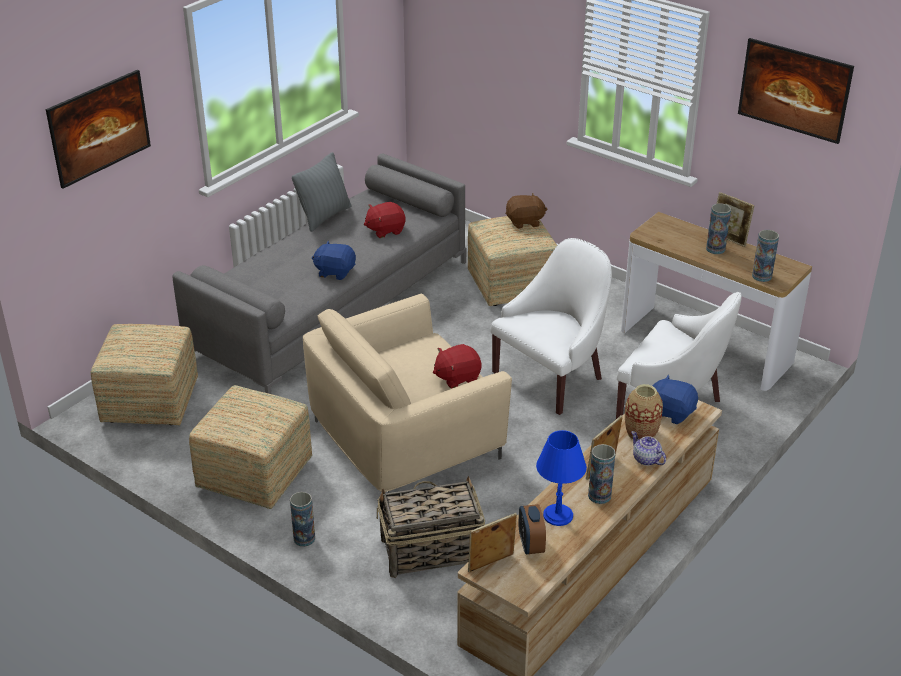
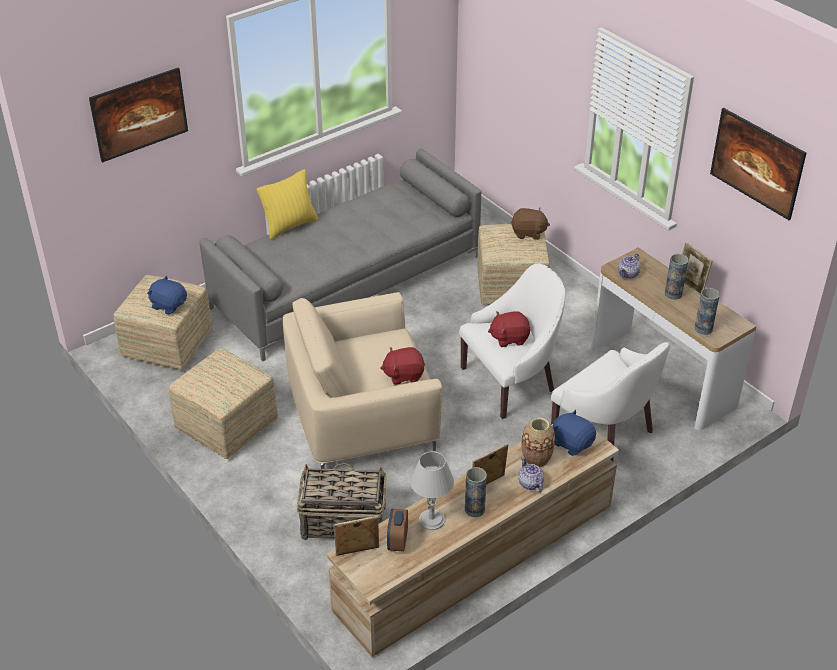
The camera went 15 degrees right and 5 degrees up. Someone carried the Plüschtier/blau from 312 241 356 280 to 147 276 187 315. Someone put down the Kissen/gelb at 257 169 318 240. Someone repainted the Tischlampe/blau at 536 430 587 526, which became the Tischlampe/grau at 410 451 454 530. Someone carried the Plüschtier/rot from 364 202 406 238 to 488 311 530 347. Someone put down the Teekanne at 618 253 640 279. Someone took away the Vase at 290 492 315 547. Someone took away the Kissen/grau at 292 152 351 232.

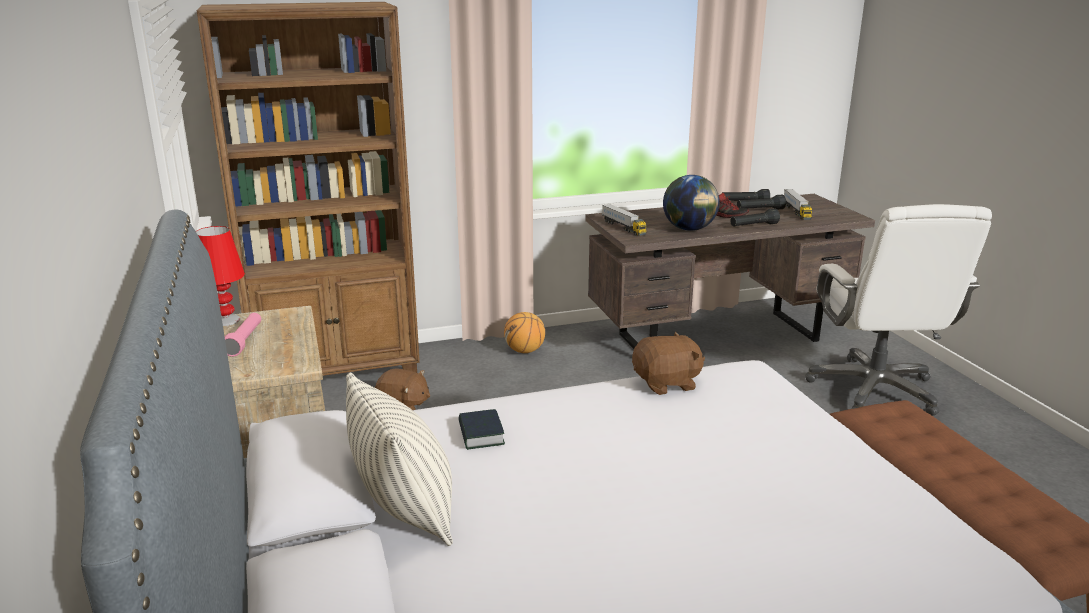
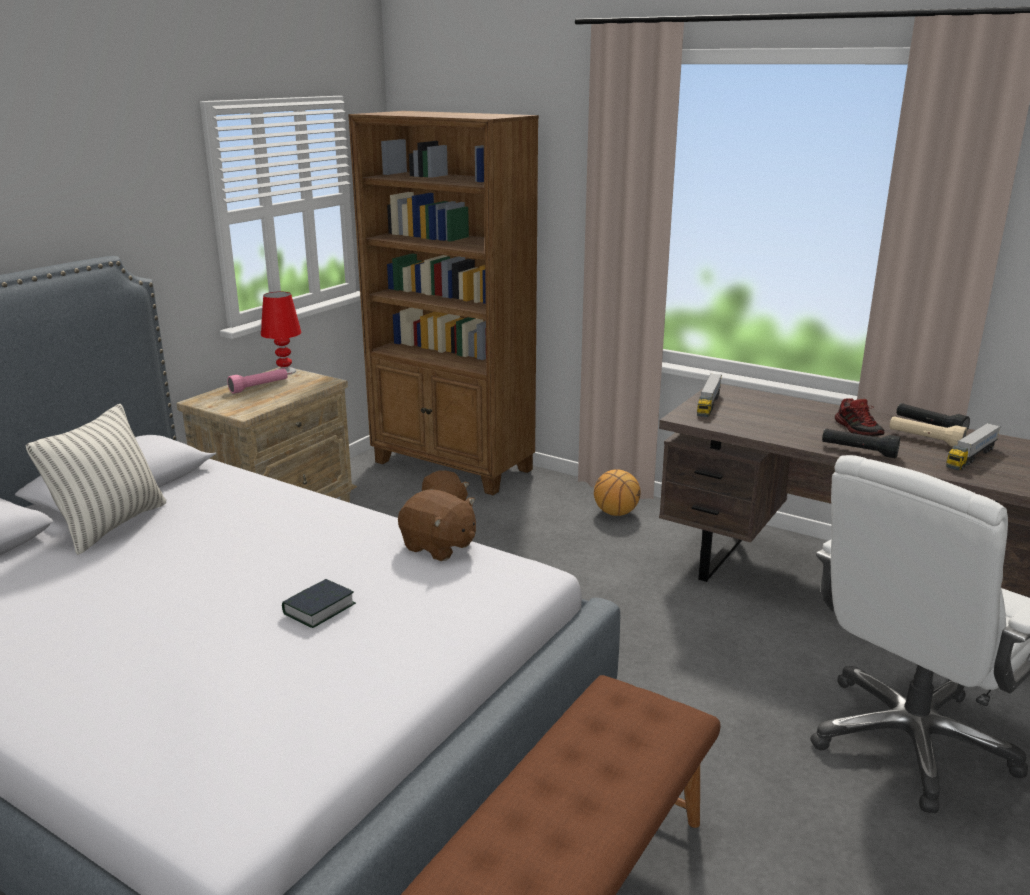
The camera went 50 degrees right and 0 degrees up. Someone carried the Buch from 459 409 505 450 to 282 579 356 628. Someone repainted the Taschenlampe/schwarz at 737 195 786 209, which became the Taschenlampe/beige at 889 416 967 447. Someone took away the Globus at 663 175 720 231.

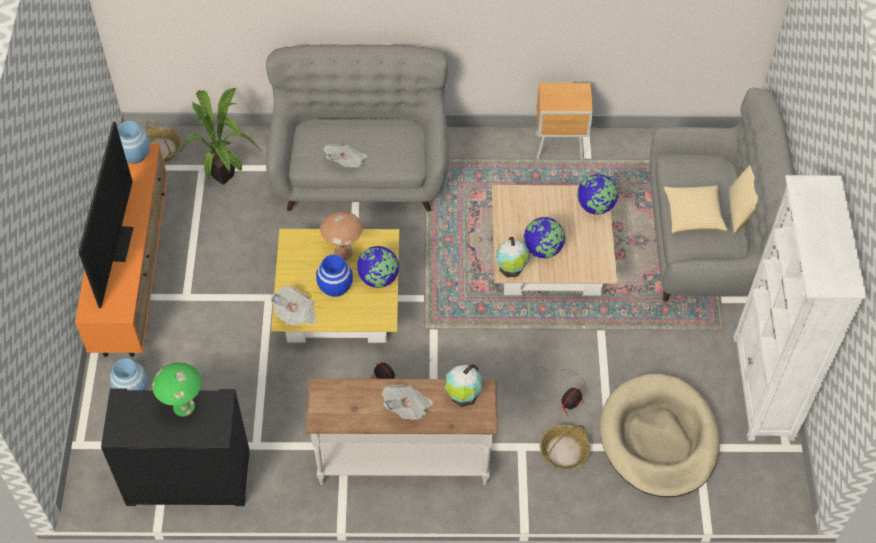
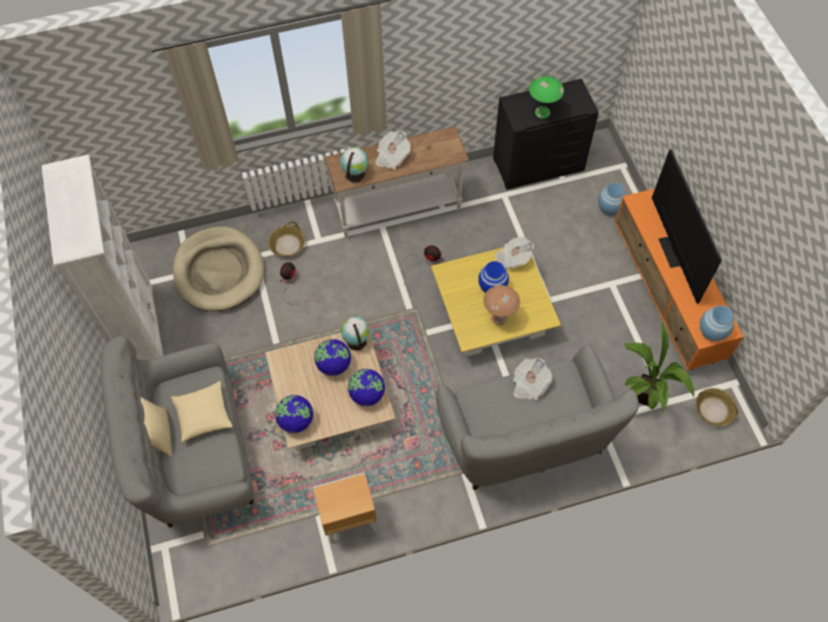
The camera went 165 degrees right and 5 degrees up. Someone carried the Globus from 357 246 399 288 to 348 369 385 406.

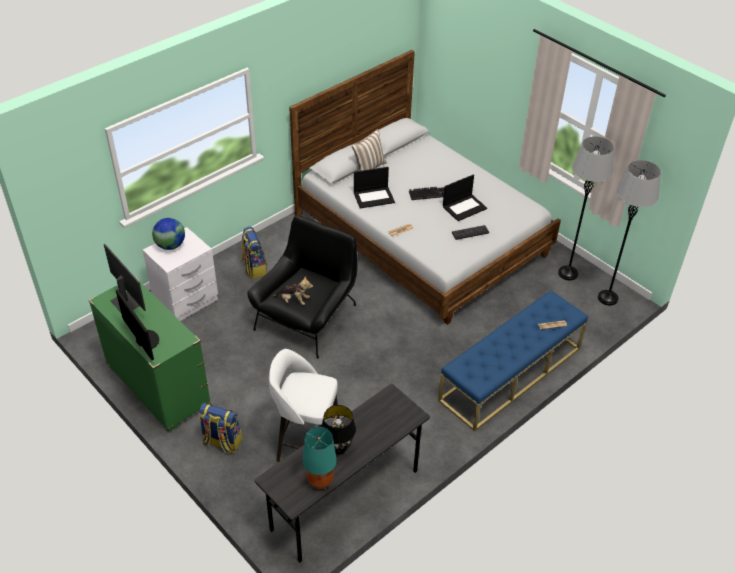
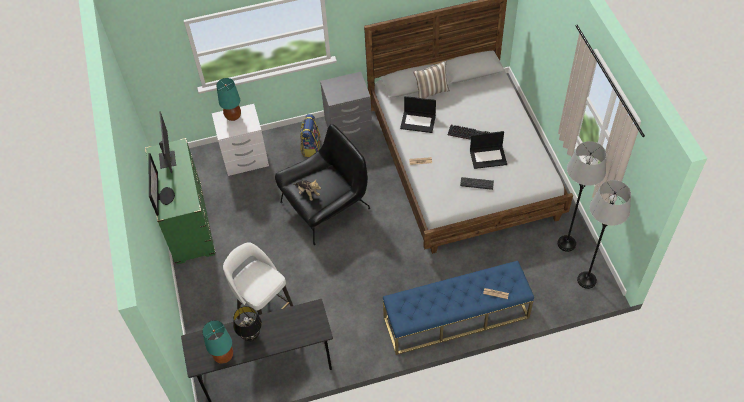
The camera went 30 degrees right and 10 degrees up. Someone swapped the Globus at 152 218 185 250 for the Tischlampe/türkis at 216 78 241 121. Someone put down the Nachttisch/grau at 320 72 372 139. Someone took away the Rucksack at 199 403 242 453.

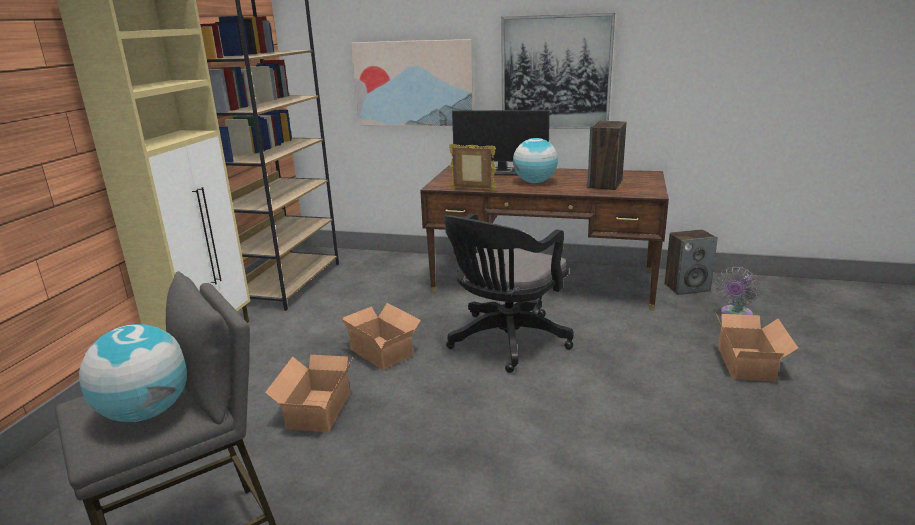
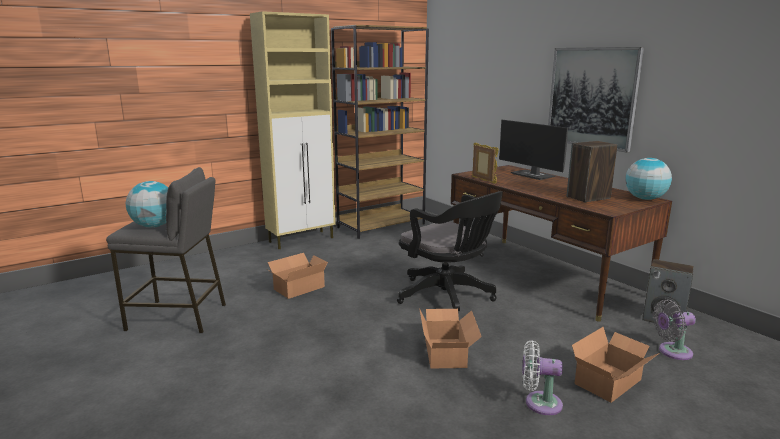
The camera went 40 degrees right and 5 degrees down. Someone rotated the Bürostuhl/schwarz at 444 214 574 373 by 120 degrees counterclockwise. Someone carried the Karton from 341 303 421 370 to 419 308 482 369. Someone put down the Ventilator/weiß at 522 340 563 415. Someone carried the Globus from 513 138 558 183 to 625 158 672 200. Someone took away the Bild at 351 39 474 126.

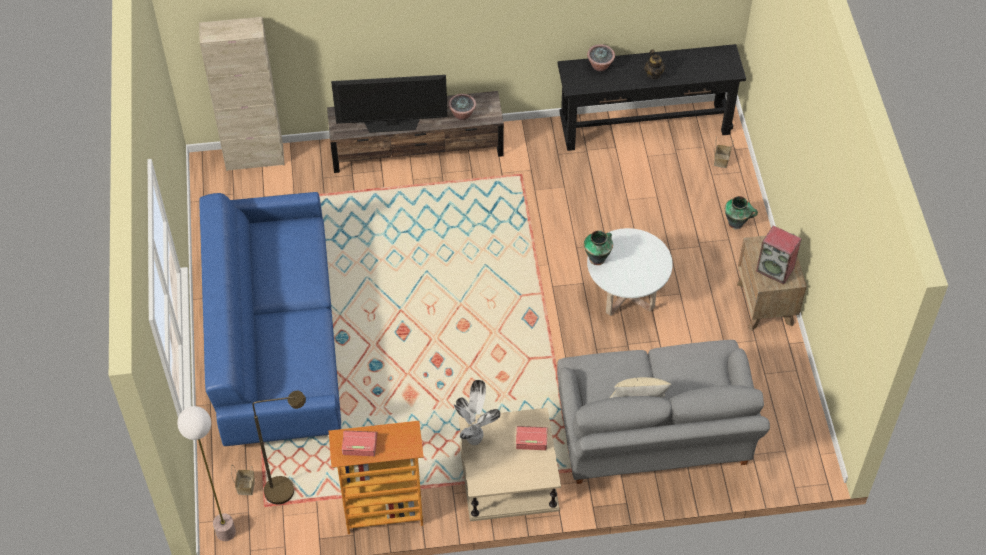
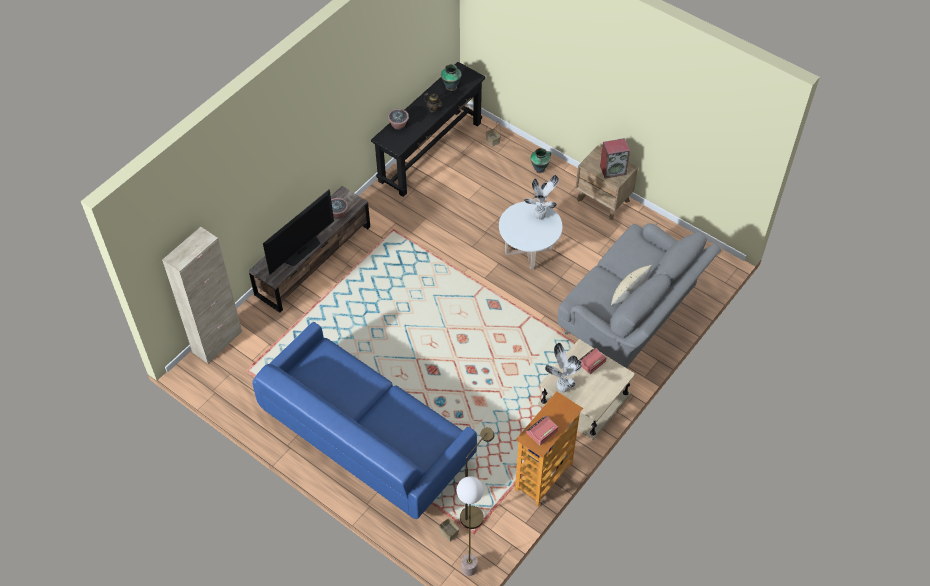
The camera went 45 degrees left and 0 degrees up. Someone carried the Vase from 584 230 613 265 to 441 64 462 91. Someone put down the Topfpflanze at 524 175 559 220.

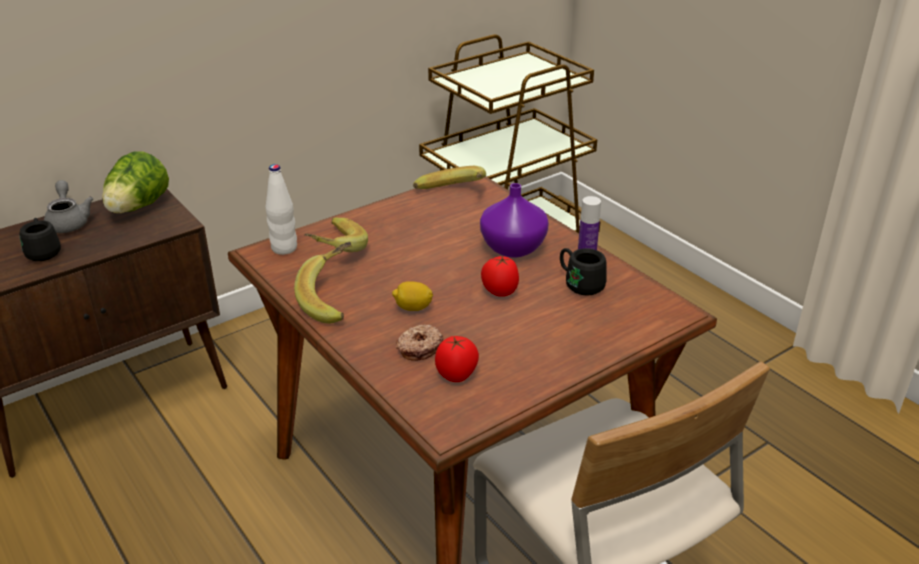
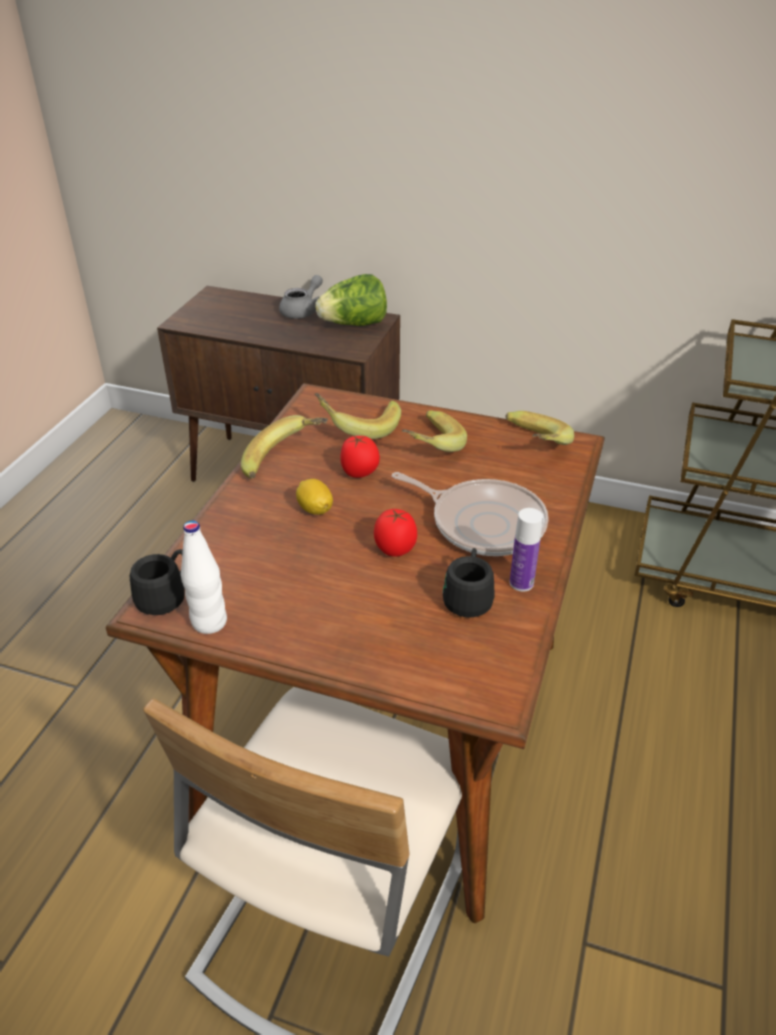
The camera went 55 degrees right and 5 degrees up. Someone carried the Henkelbecher/schwarz from 19 218 61 261 to 130 549 185 615. Someone carried the Flasche/weiß from 266 164 297 255 to 181 520 227 634. Someone carried the Tomate from 435 336 479 382 to 340 435 380 478. Someone swapped the Vase/lila at 480 183 549 258 for the Pfanne at 392 472 549 556. Someone put down the Banane at 402 410 467 452. Someone took away the Donut at 396 324 444 361.

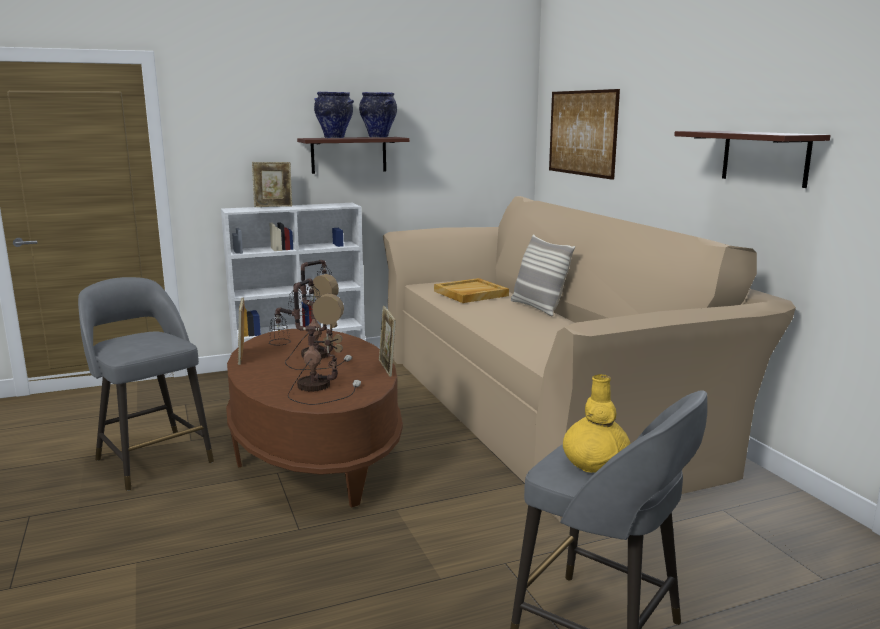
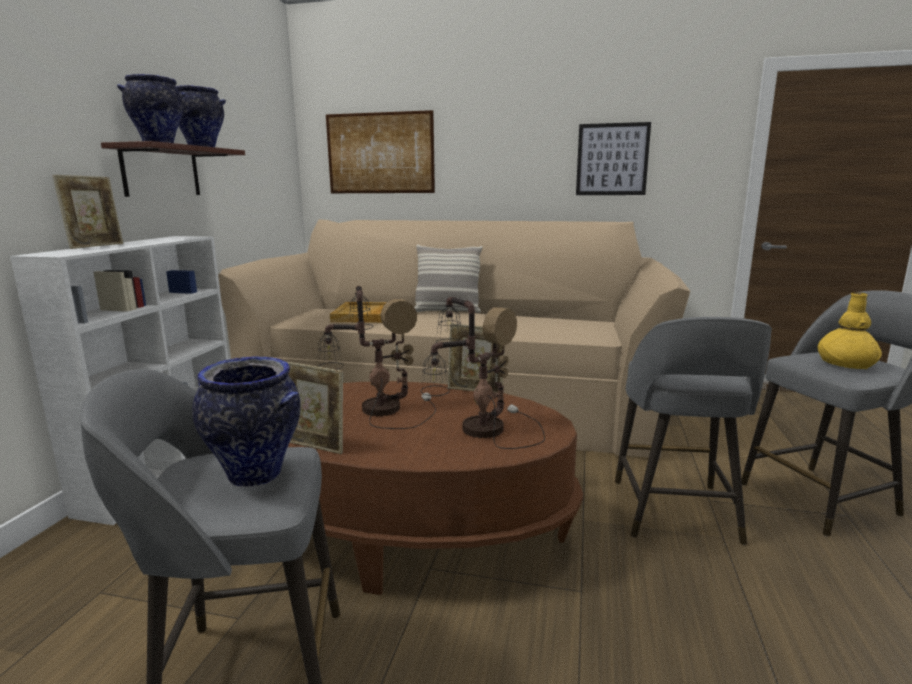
The camera went 55 degrees left and 0 degrees up. Someone put down the Vase at 192 357 301 487. Someone swapped the Wandregal at 674 131 830 188 for the Bild at 576 122 651 195. Someone put down the Hocker/grau at 615 317 772 545.

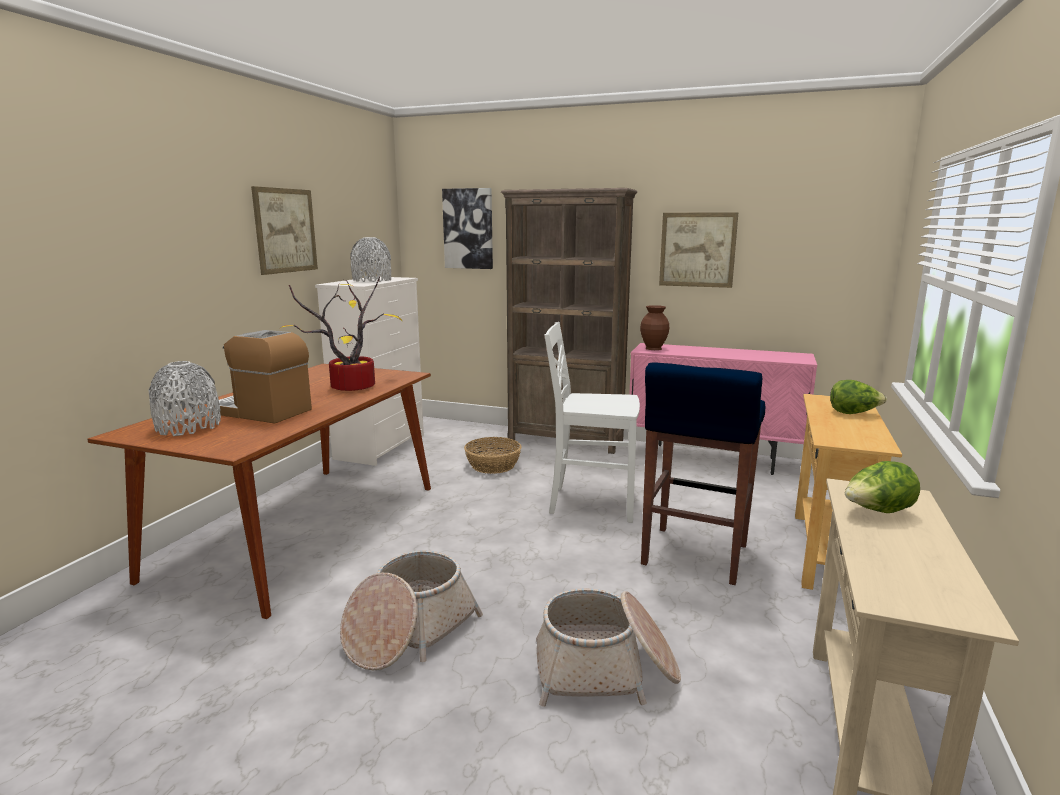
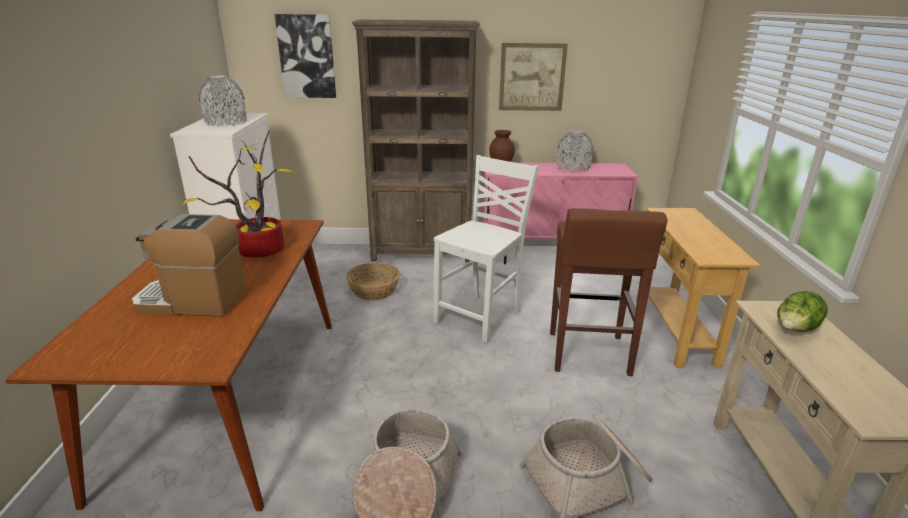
The camera went 20 degrees left and 10 degrees up. Someone rotated the Stuhl/weiß at 544 322 640 523 by 135 degrees clockwise. Someone repainted the Hocker/blau at 641 362 765 585, which became the Hocker/braun at 550 208 667 376. Someone carried the Vase/grau from 149 361 221 436 to 557 130 593 172. Someone took away the Bild at 251 186 318 275. Someone took away the Salatkopf at 830 380 887 414.

